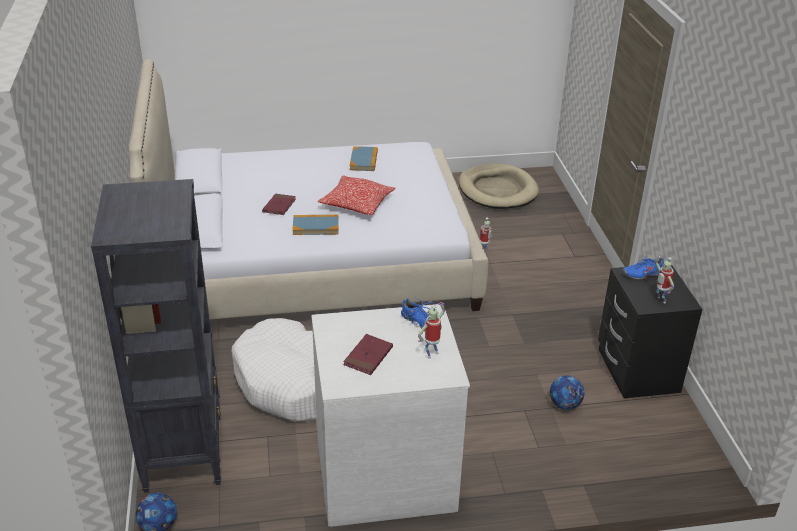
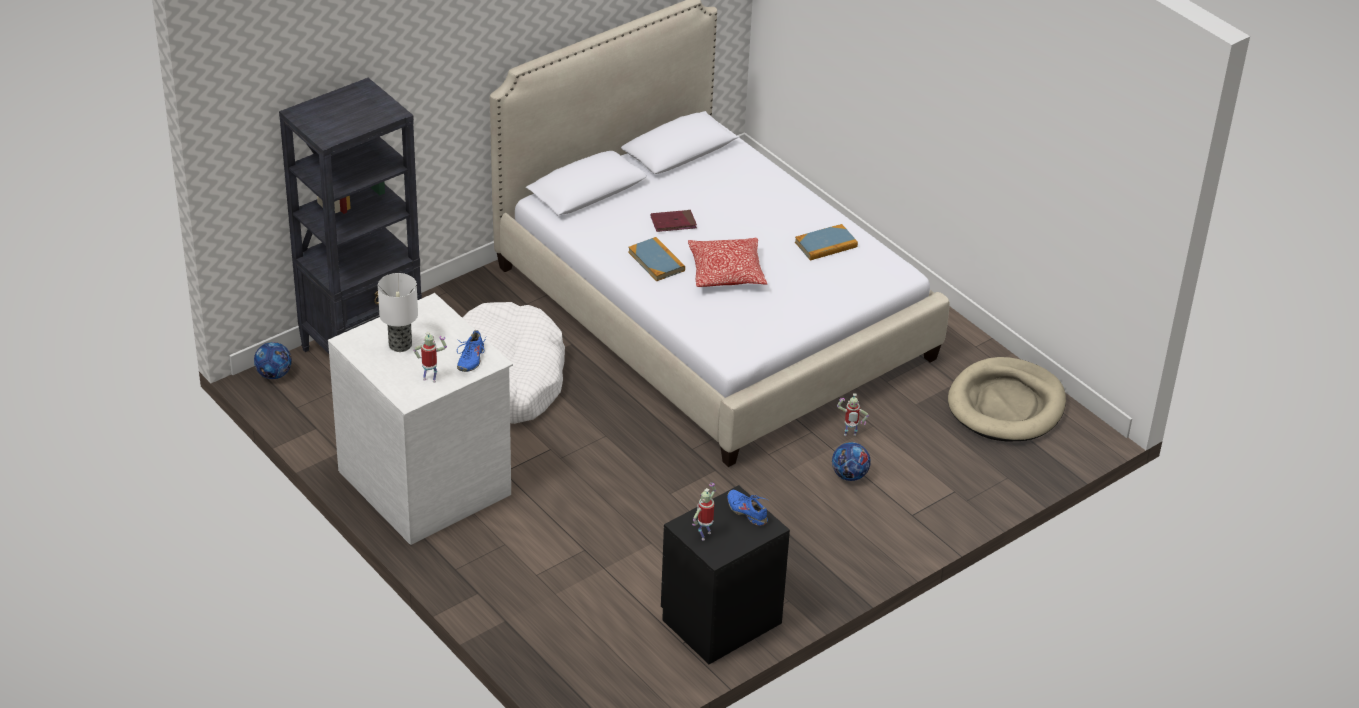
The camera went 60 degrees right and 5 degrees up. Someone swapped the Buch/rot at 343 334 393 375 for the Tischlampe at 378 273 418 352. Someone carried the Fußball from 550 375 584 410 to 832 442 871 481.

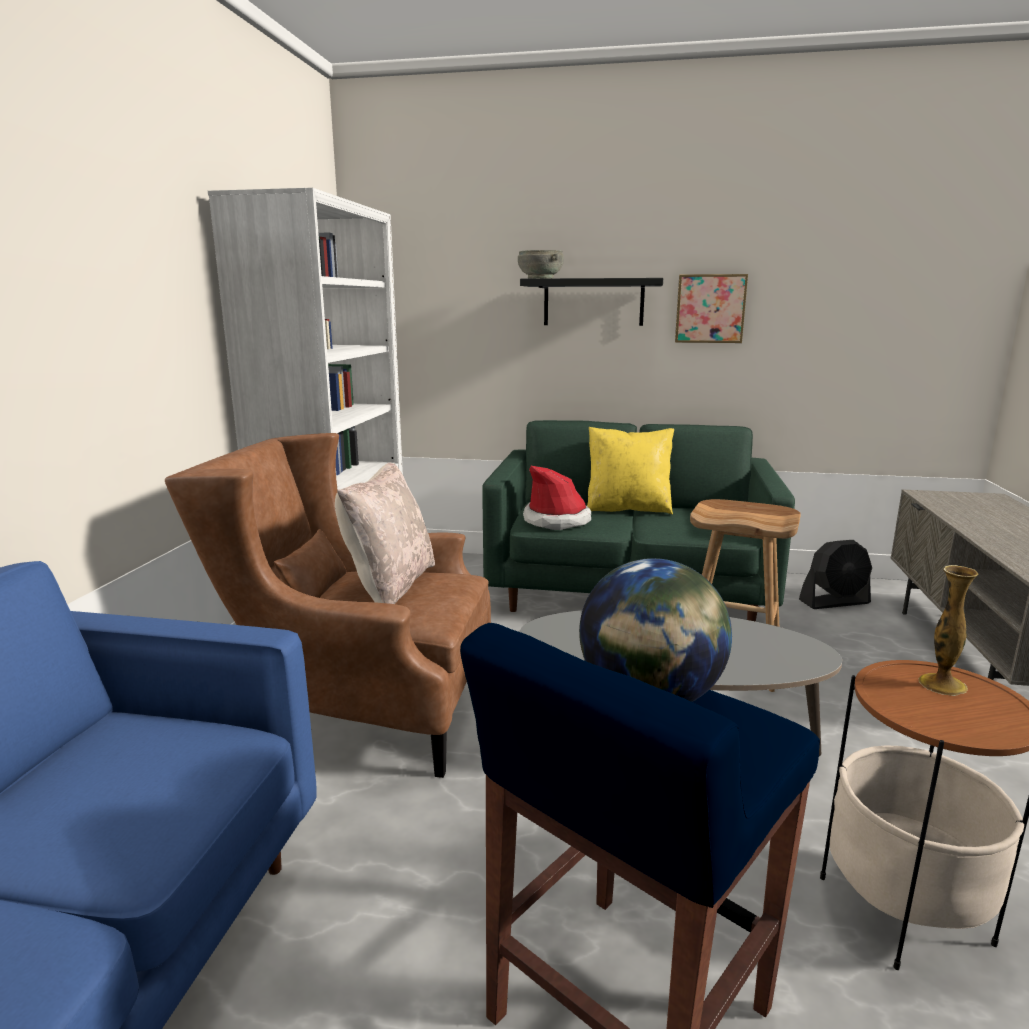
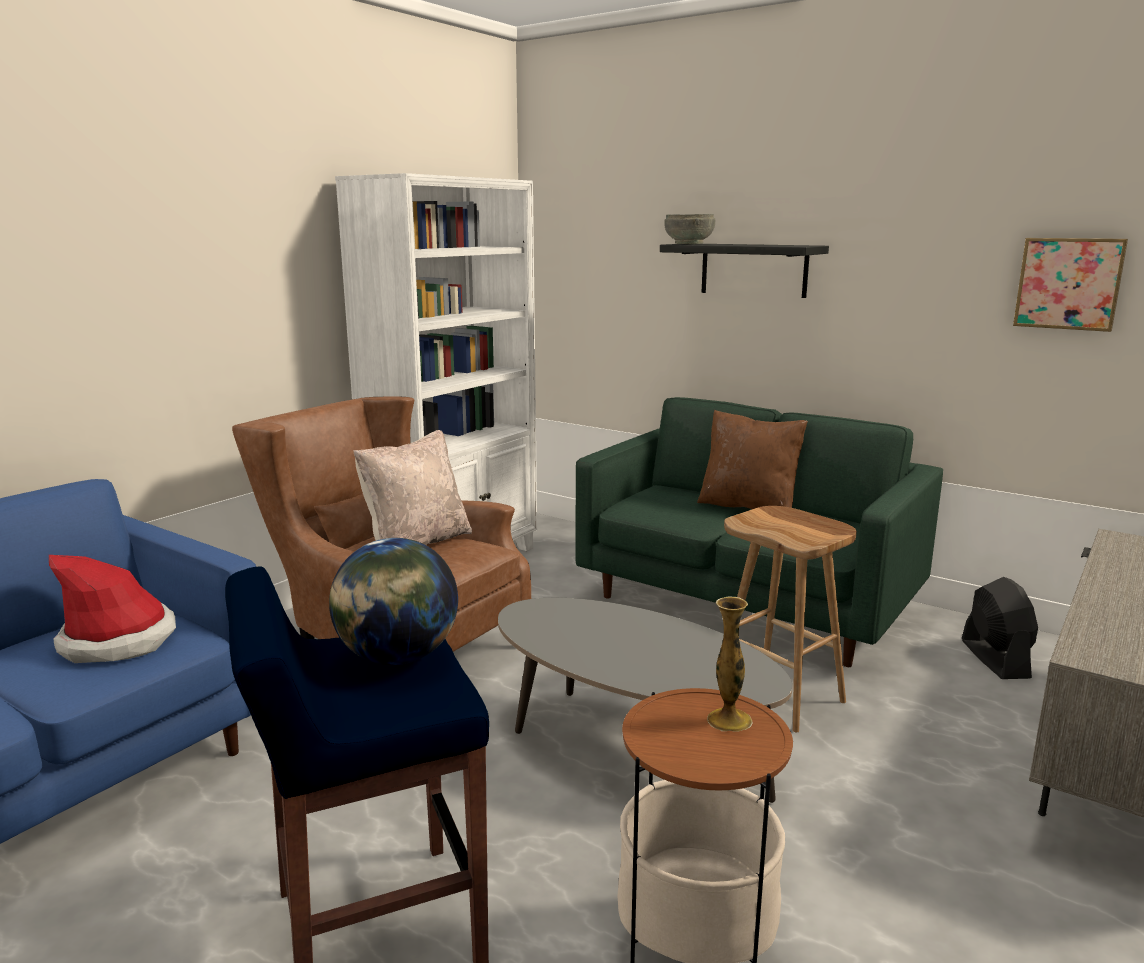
The camera went 25 degrees right and 0 degrees up. Someone carried the Hut from 523 466 591 530 to 49 555 176 663. Someone repainted the Kissen/gelb at 587 427 674 514, which became the Kissen/braun at 697 410 808 509. Someone rotated the Ventilator/schwarz at 799 540 872 609 by 105 degrees counterclockwise. Someone carried the Bild from 675 274 748 343 to 1013 238 1128 332.

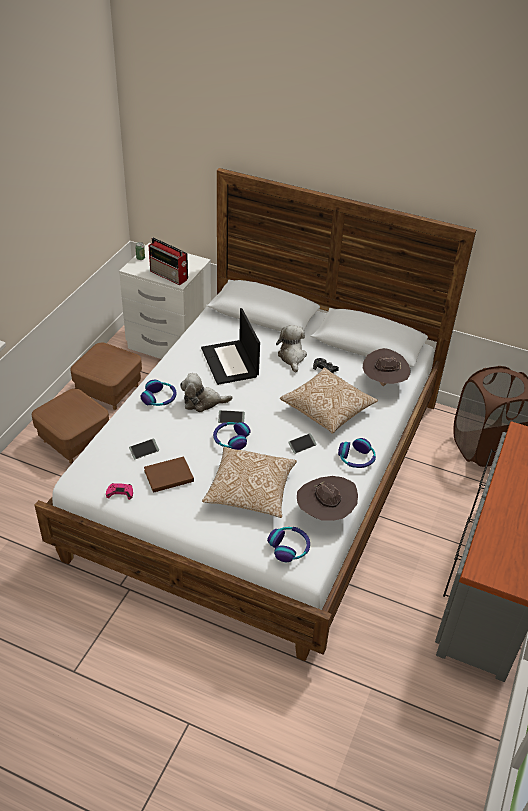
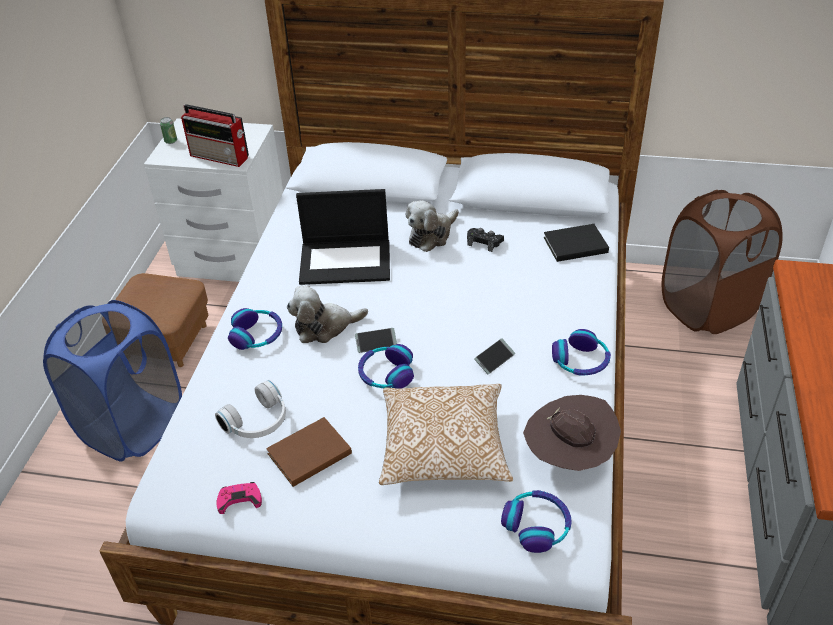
The camera went 10 degrees left and 0 degrees up. Someone swapped the Polsterhocker/braun at 32 389 109 464 for the Wäschekorb/blau at 43 300 182 462. Someone swapped the Handy at 129 439 159 459 for the Kopfhörer/weiß at 215 380 286 438. Someone rotated the Laptop at 201 308 260 385 by 60 degrees counterclockwise. Someone rotated the Plüschtier at 276 325 307 373 by 120 degrees counterclockwise. Someone swapped the Hut/braun at 363 348 410 386 for the Buch/schwarz at 543 224 609 262. Someone took away the Kissen at 280 367 378 434.

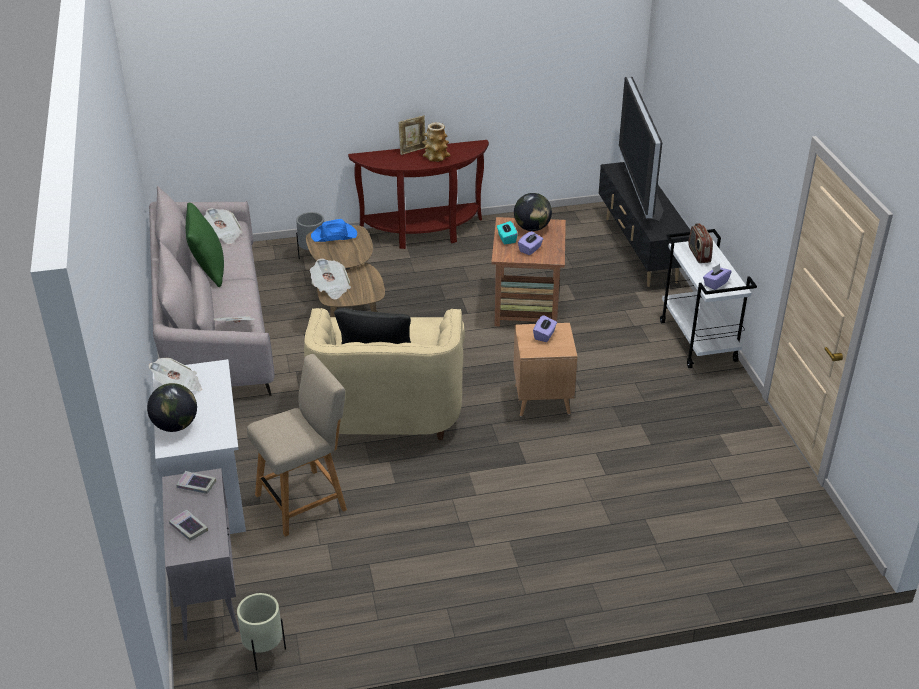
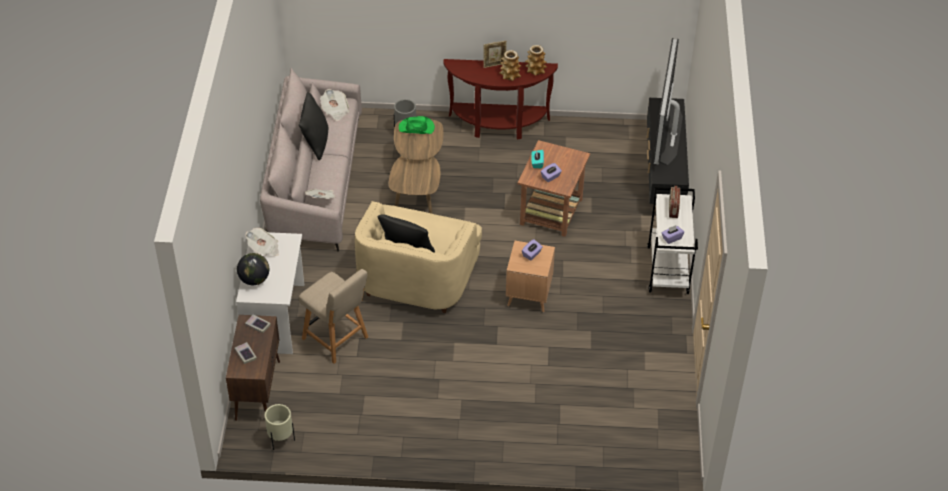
The camera went 15 degrees right and 10 degrees up. Someone repainted the Schrank/grau at 162 468 239 641, which became the Schrank/braun at 226 315 280 421. Someone repainted the Kissen/grün at 186 203 224 287, which became the Kissen/schwarz at 299 92 328 160. Someone rotated the Stuhl/beige at 247 354 347 537 by 60 degrees clockwise. Someone repainted the Hut/blau at 311 219 357 242, which became the Hut/grün at 399 116 435 134. Someone put down the Vase at 525 45 547 76. Someone took away the Zeitung at 310 258 351 300. Someone took away the Globus at 514 193 552 231.

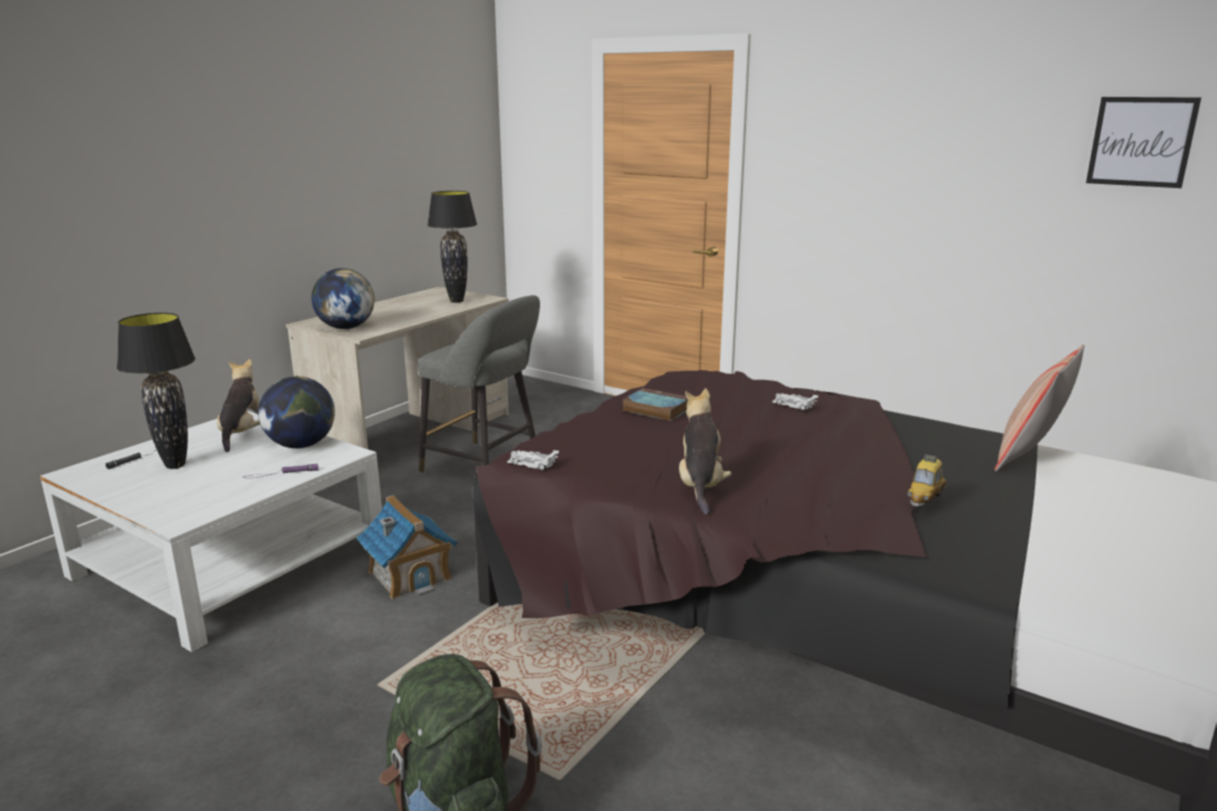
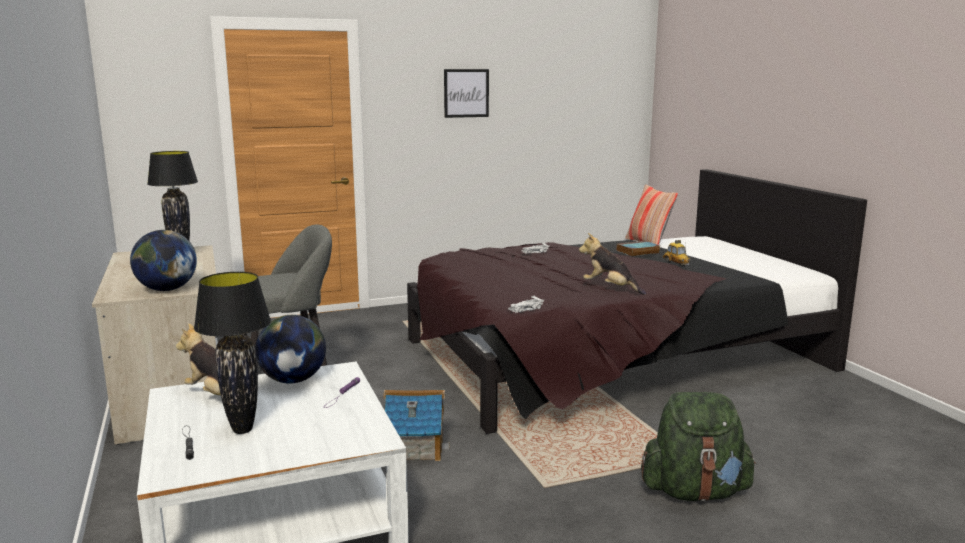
The camera went 55 degrees left and 5 degrees down. Someone carried the Bild from 1086 97 1201 188 to 444 69 489 118. Someone carried the Buch from 622 388 688 421 to 616 241 660 256.

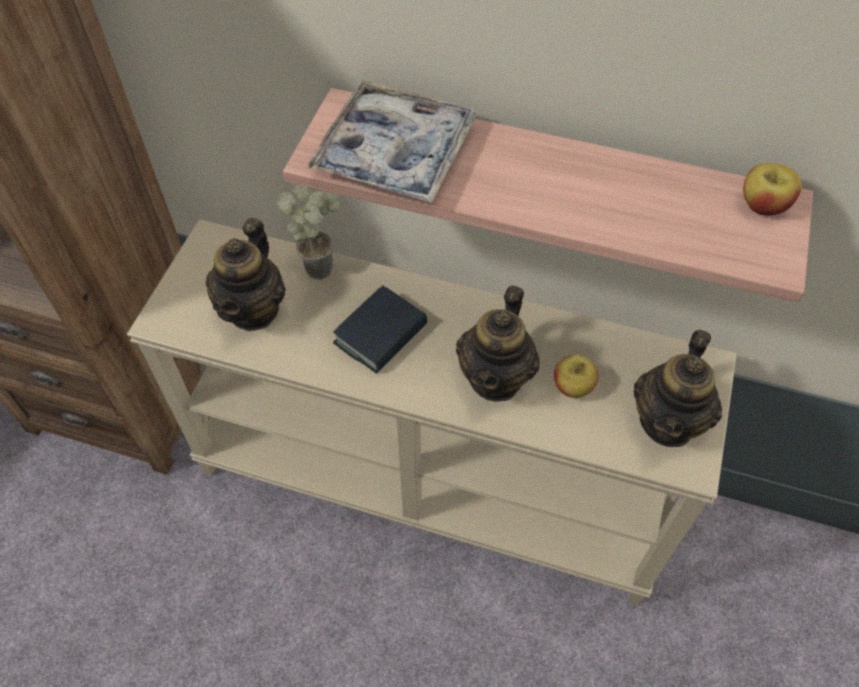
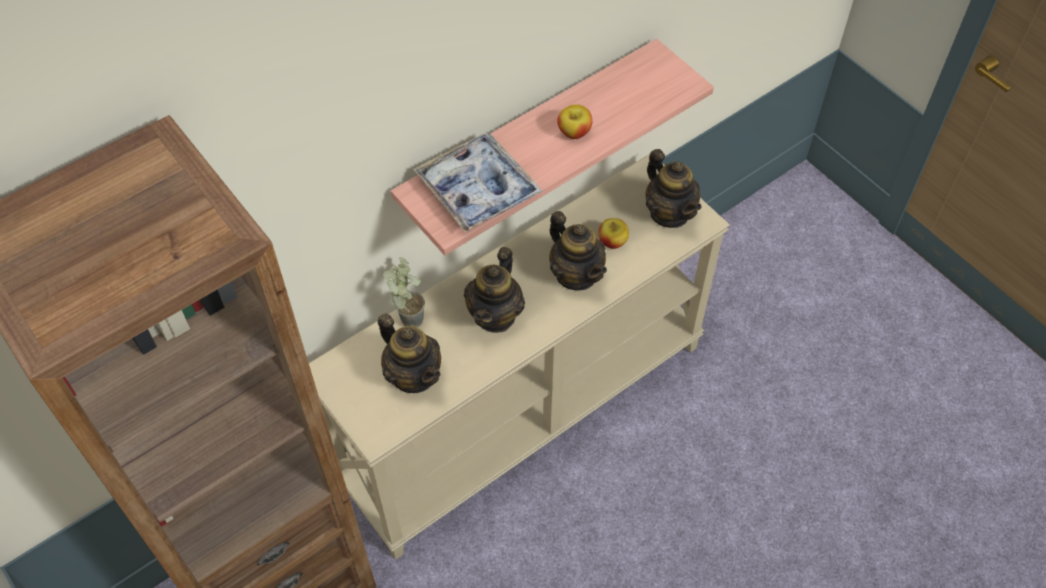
The camera went 55 degrees left and 0 degrees up. Someone swapped the Buch at 333 286 428 374 for the Teekanne at 464 247 525 333. Someone carried the Apfel from 743 163 802 215 to 557 104 592 139.

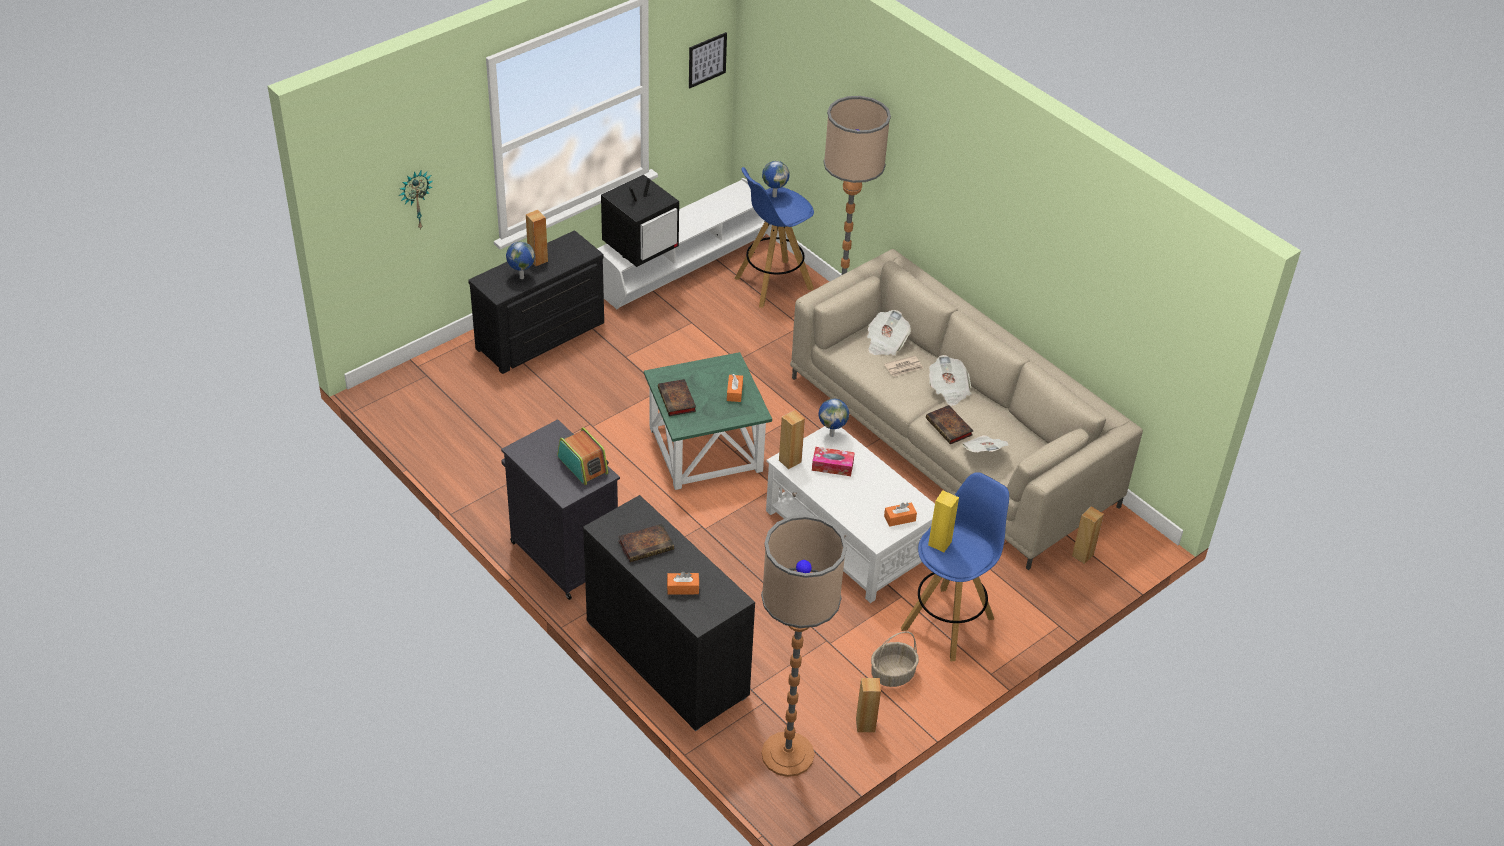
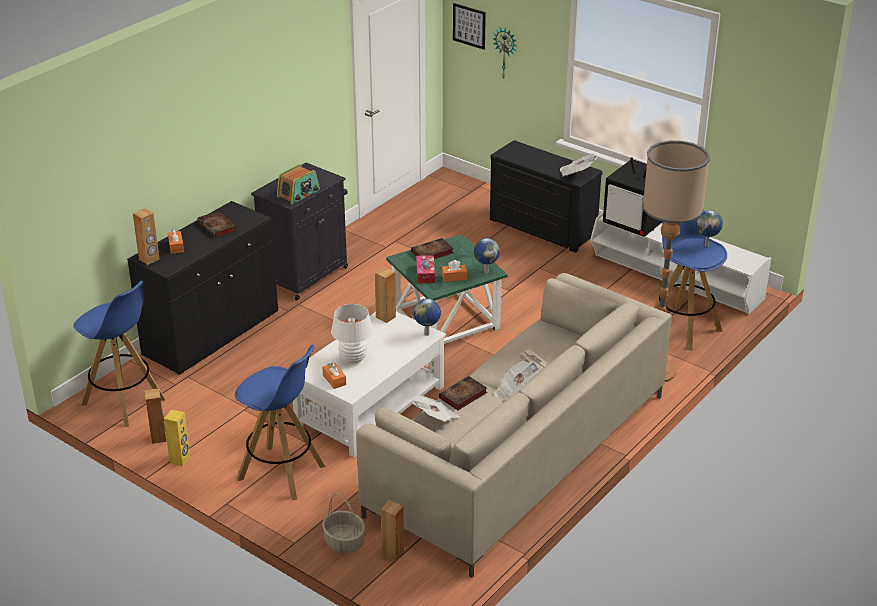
The camera went 80 degrees right and 10 degrees down. Someone swapped the Stehlampe at 761 515 847 777 for the Hocker/blau at 73 281 165 427. Someone carried the Lautsprecher/braun from 526 210 548 266 to 133 208 159 265. Someone carried the Lautsprecher/gelb from 928 490 959 552 to 164 410 190 466. Someone carried the Korb from 871 631 919 687 to 322 494 365 553. Someone put down the Tischlampe/weiß at 331 304 373 364. Someone carried the Taschentuchbox from 812 447 855 476 to 416 255 435 283. Someone carried the Bild from 689 32 727 88 to 453 3 486 50. Someone carried the Globus from 506 242 535 279 to 474 238 500 274. Someone carried the Zeitung from 867 310 911 356 to 560 153 597 177.

